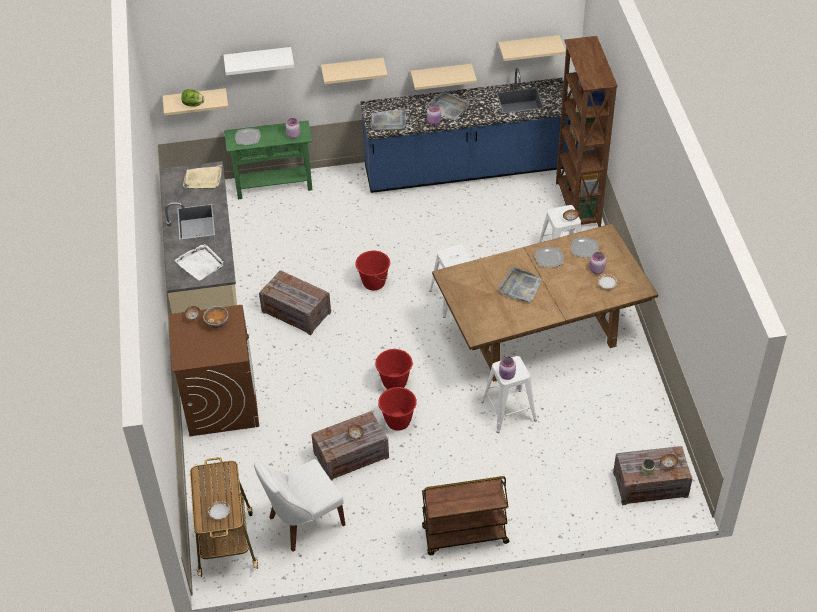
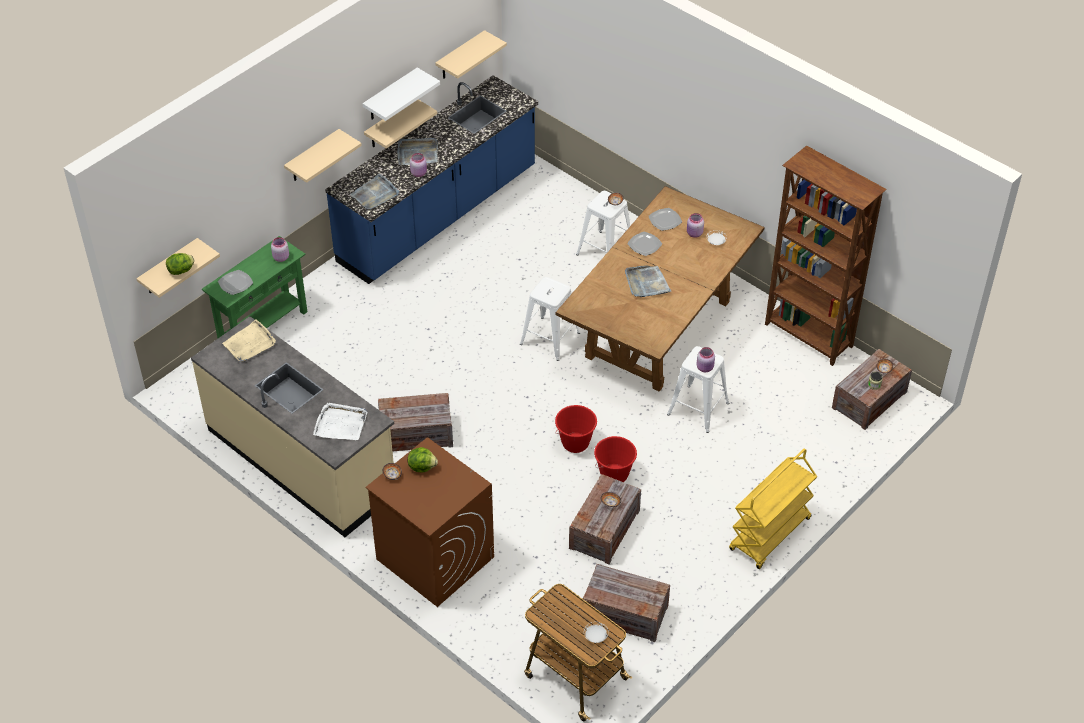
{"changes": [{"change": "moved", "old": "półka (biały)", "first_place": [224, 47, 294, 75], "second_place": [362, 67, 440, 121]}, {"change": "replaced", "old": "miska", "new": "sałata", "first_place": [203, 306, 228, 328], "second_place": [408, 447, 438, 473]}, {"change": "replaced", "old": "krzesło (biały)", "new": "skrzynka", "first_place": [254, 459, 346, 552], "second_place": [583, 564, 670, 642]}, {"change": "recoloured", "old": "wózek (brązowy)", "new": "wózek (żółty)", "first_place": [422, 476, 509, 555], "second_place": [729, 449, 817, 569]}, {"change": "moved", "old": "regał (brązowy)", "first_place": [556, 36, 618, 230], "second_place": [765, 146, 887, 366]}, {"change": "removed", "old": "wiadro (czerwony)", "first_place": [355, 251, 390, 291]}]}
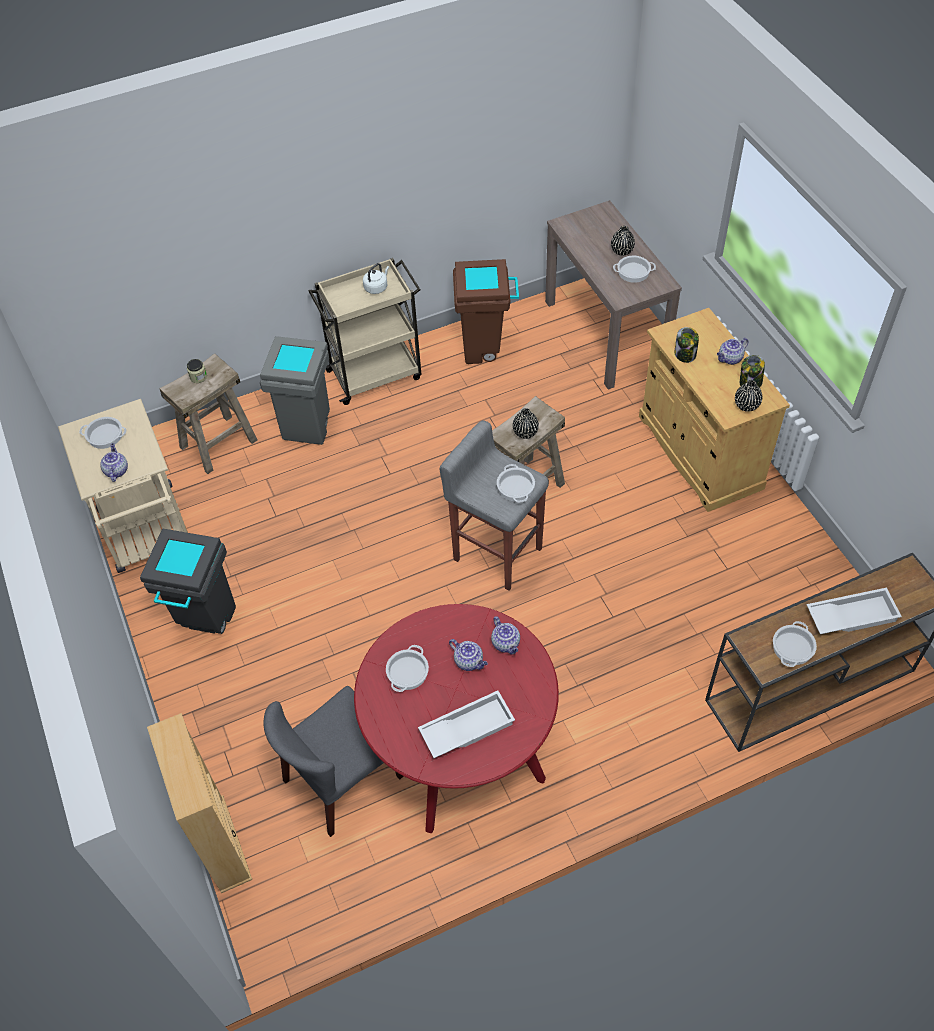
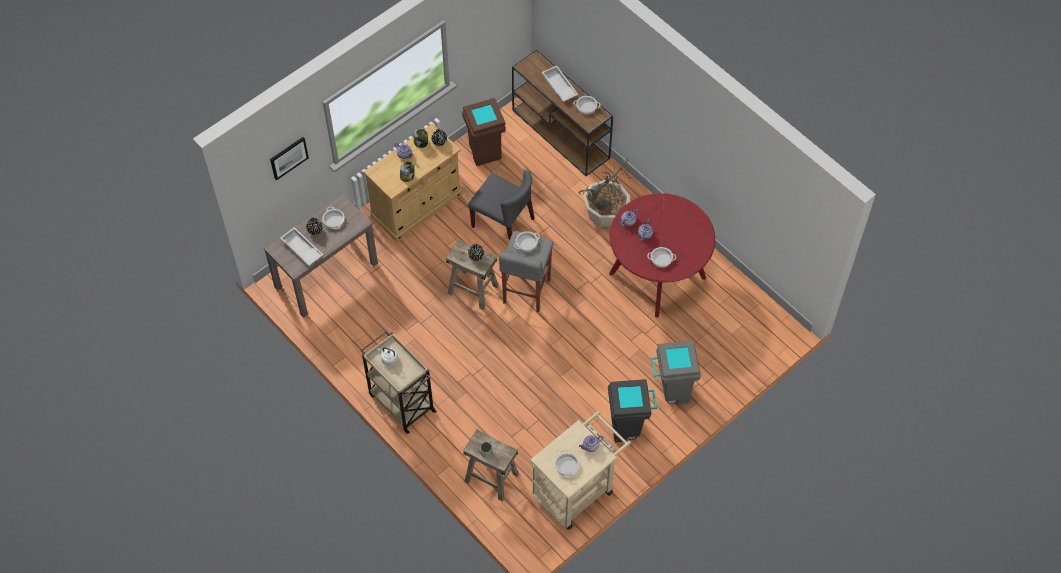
{"changes": [{"change": "added", "new": "obraz", "second_place": [270, 137, 309, 180]}, {"change": "moved", "old": "taca (biały)", "first_place": [418, 690, 515, 758], "second_place": [280, 227, 323, 266]}, {"change": "moved", "old": "kosz na śmieci (brązowy)", "first_place": [453, 259, 519, 364], "second_place": [462, 98, 505, 166]}, {"change": "moved", "old": "krzesło (szary)", "first_place": [264, 686, 403, 837], "second_place": [468, 170, 535, 241]}, {"change": "added", "new": "roślina doniczkowa", "second_place": [578, 157, 633, 227]}, {"change": "moved", "old": "kosz na śmieci (szary)", "first_place": [260, 336, 330, 445], "second_place": [651, 340, 701, 404]}, {"change": "removed", "old": "regał (beżowy)", "first_place": [147, 713, 252, 893]}]}
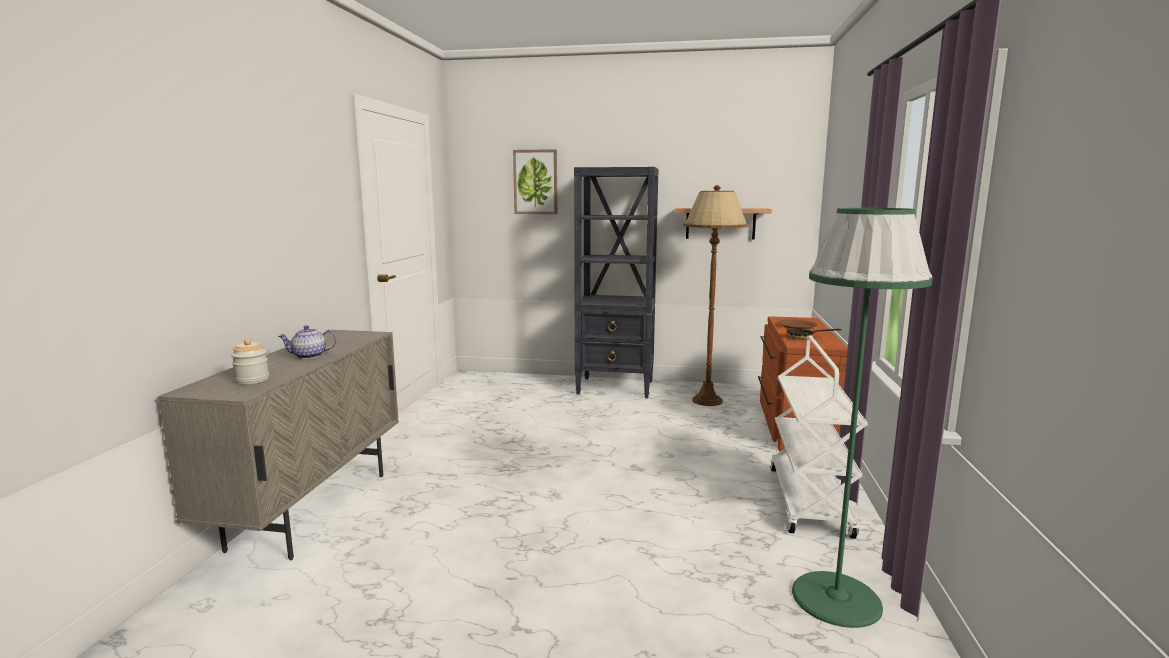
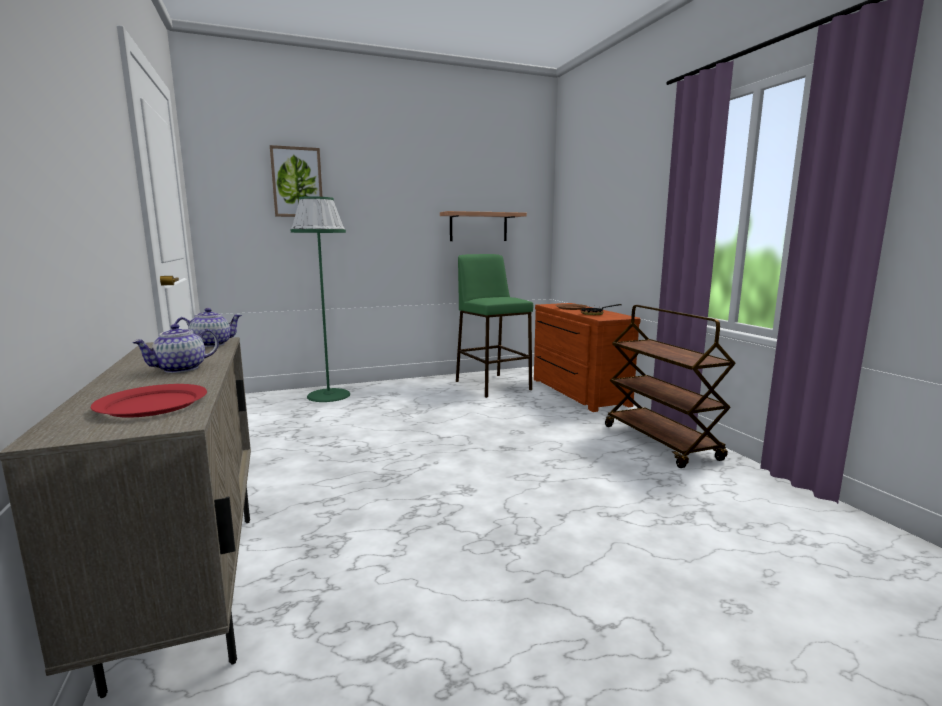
{"changes": [{"change": "replaced", "old": "słoik", "new": "talerz (czerwony)", "first_place": [231, 339, 269, 384], "second_place": [91, 384, 207, 418]}, {"change": "added", "new": "imbryk", "second_place": [174, 308, 242, 347]}, {"change": "moved", "old": "lampa stojąca (zielony)", "first_place": [792, 208, 933, 628], "second_place": [291, 196, 350, 402]}, {"change": "replaced", "old": "lampa stojąca (brązowy)", "new": "stołek (zielony)", "first_place": [684, 185, 748, 406], "second_place": [456, 254, 533, 398]}, {"change": "recoloured", "old": "wózek (biały)", "new": "wózek (brązowy)", "first_place": [770, 336, 868, 539], "second_place": [605, 305, 736, 468]}, {"change": "removed", "old": "regał (czarny)", "first_place": [574, 167, 659, 398]}]}
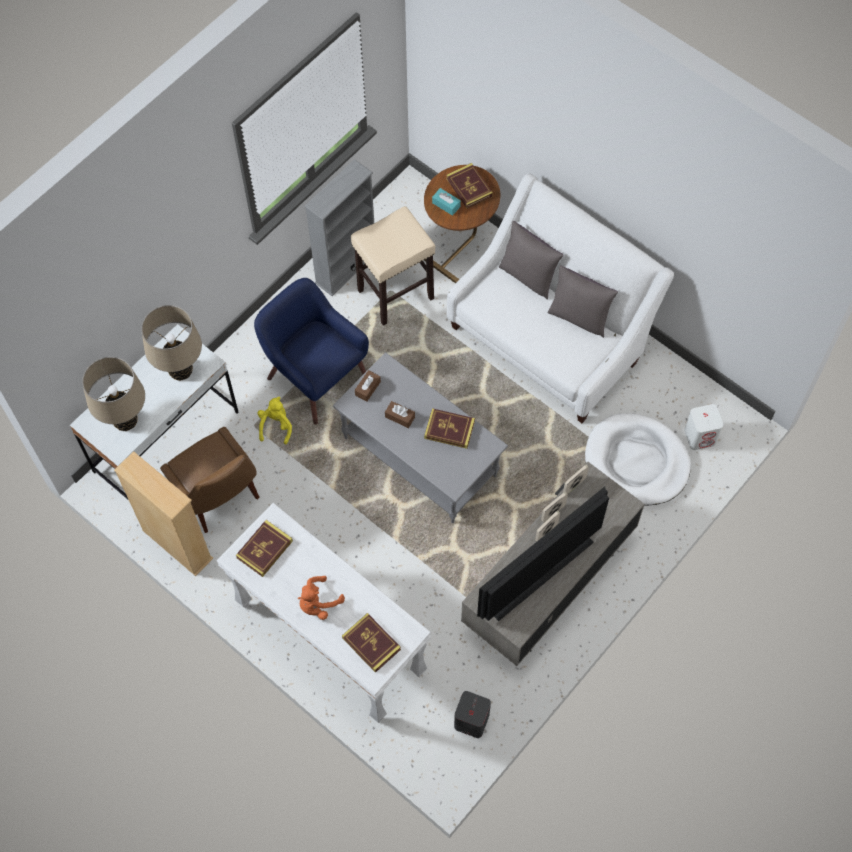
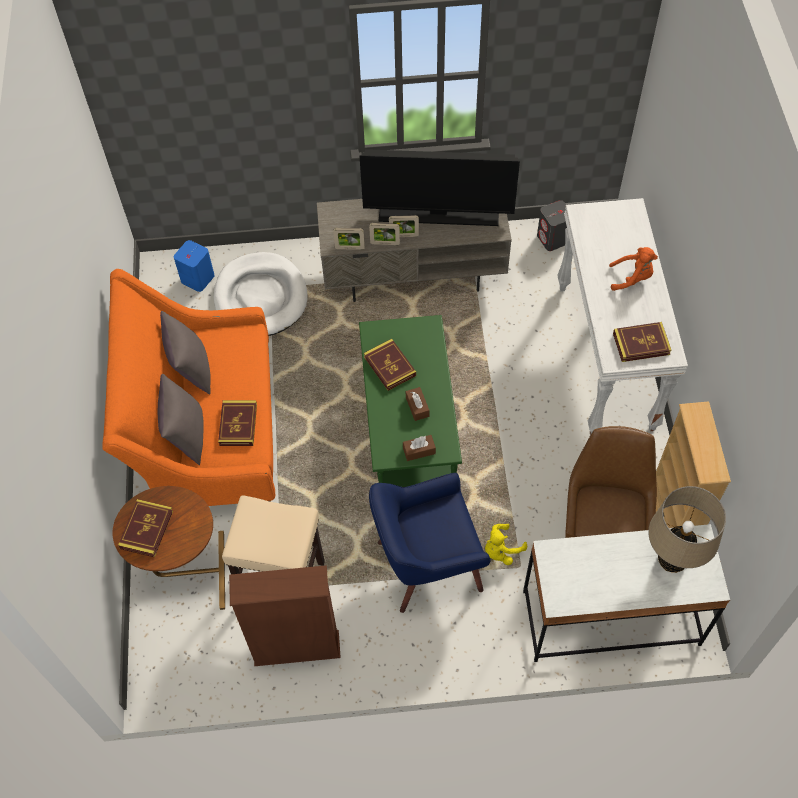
{"changes": [{"change": "recoloured", "old": "kanapa (biały)", "new": "kanapa (pomarańczowy)", "first_place": [447, 174, 674, 423], "second_place": [102, 269, 275, 506]}, {"change": "recoloured", "old": "głośnik (biały)", "new": "głośnik (niebieski)", "first_place": [684, 404, 723, 450], "second_place": [174, 240, 215, 292]}, {"change": "moved", "old": "książka", "first_place": [342, 613, 401, 673], "second_place": [218, 400, 257, 446]}, {"change": "recoloured", "old": "regał (szary)", "new": "regał (brązowy)", "first_place": [304, 159, 374, 296], "second_place": [229, 565, 341, 666]}, {"change": "recoloured", "old": "ława (szary)", "new": "ława (zielony)", "first_place": [333, 352, 508, 523], "second_place": [359, 315, 462, 487]}, {"change": "turned", "old": "fotel (niebieski)", "first_place": [254, 278, 369, 425], "second_place": [369, 473, 491, 613], "degrees": 75}, {"change": "removed", "old": "lampa stołowa (beżowy)", "first_place": [141, 305, 202, 381]}, {"change": "removed", "old": "pudełko chusteczek (turkusowy)", "first_place": [432, 188, 461, 216]}]}
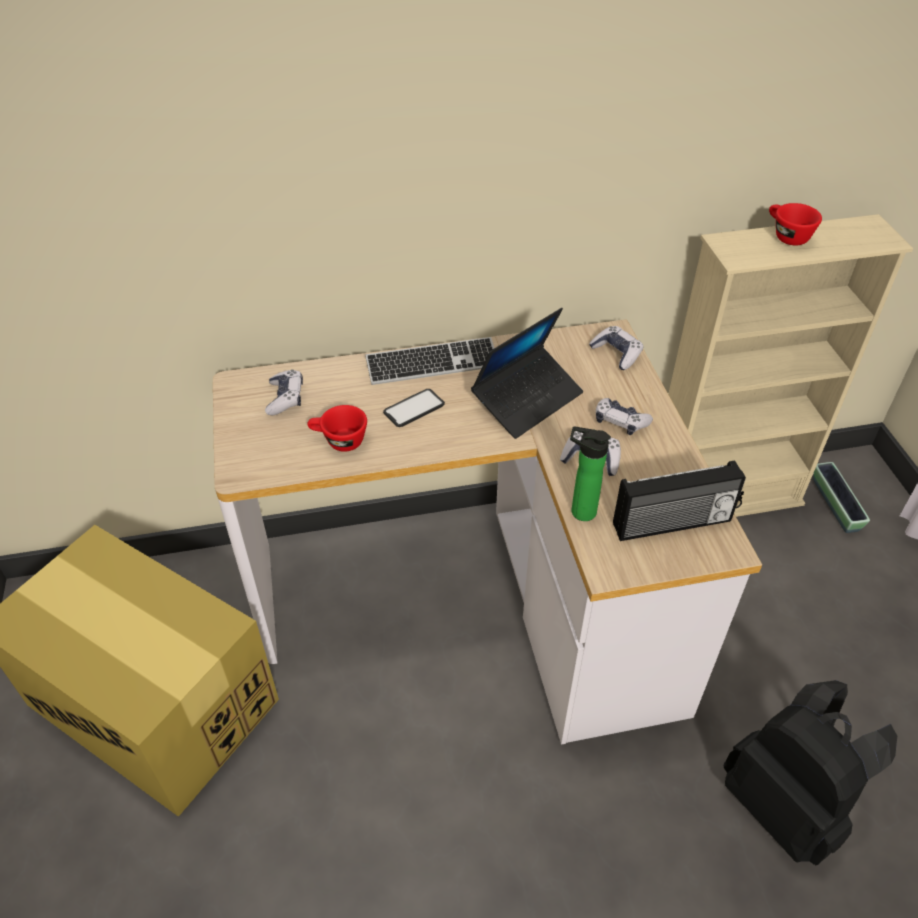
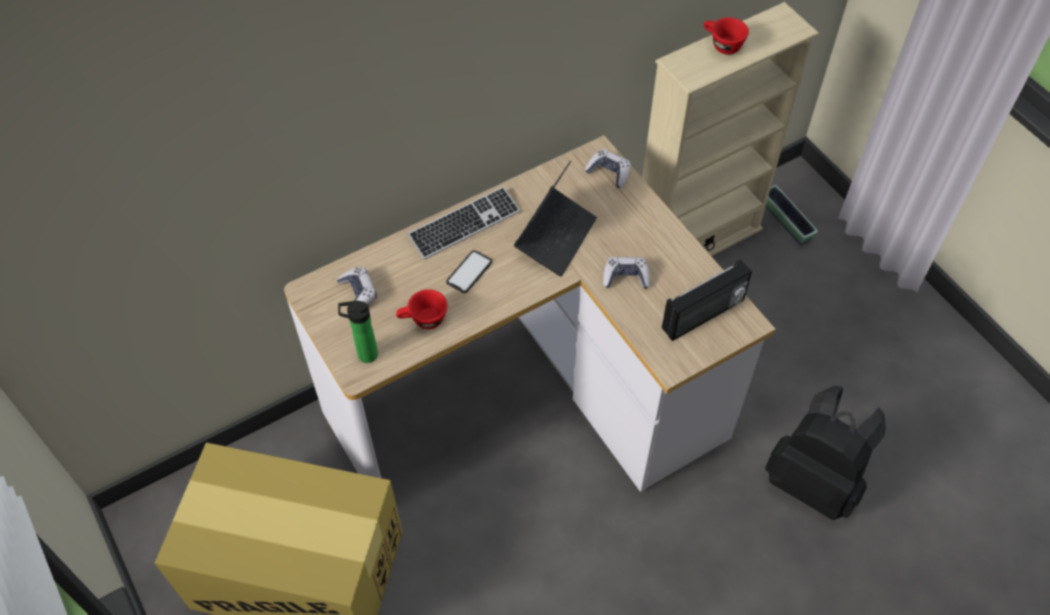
{"changes": [{"change": "moved", "old": "butelka", "first_place": [570, 426, 611, 521], "second_place": [338, 301, 378, 363]}, {"change": "removed", "old": "pad do gier", "first_place": [596, 398, 653, 435]}]}
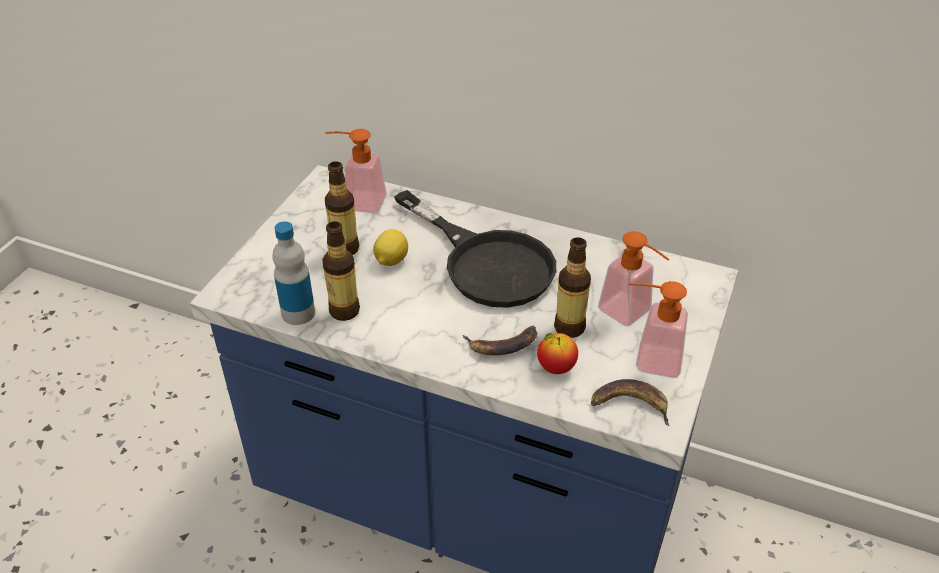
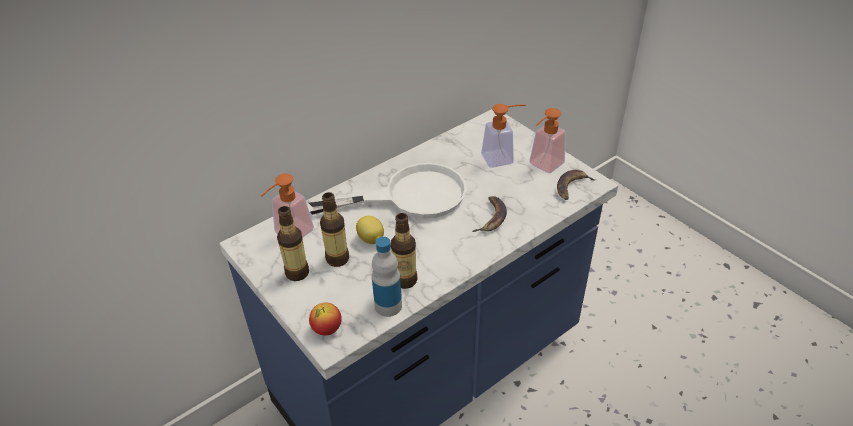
{"changes": [{"change": "moved", "old": "butelka", "first_place": [554, 237, 591, 338], "second_place": [277, 206, 309, 281]}, {"change": "recoloured", "old": "patelnia (czarny)", "new": "patelnia (biały)", "first_place": [394, 190, 556, 308], "second_place": [308, 163, 467, 219]}, {"change": "moved", "old": "jabłko", "first_place": [537, 333, 578, 374], "second_place": [309, 303, 342, 336]}]}
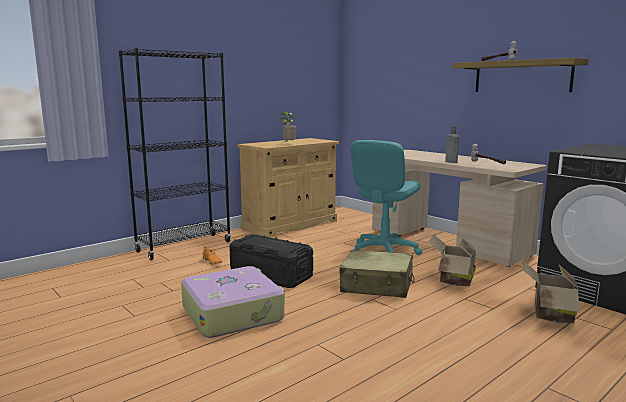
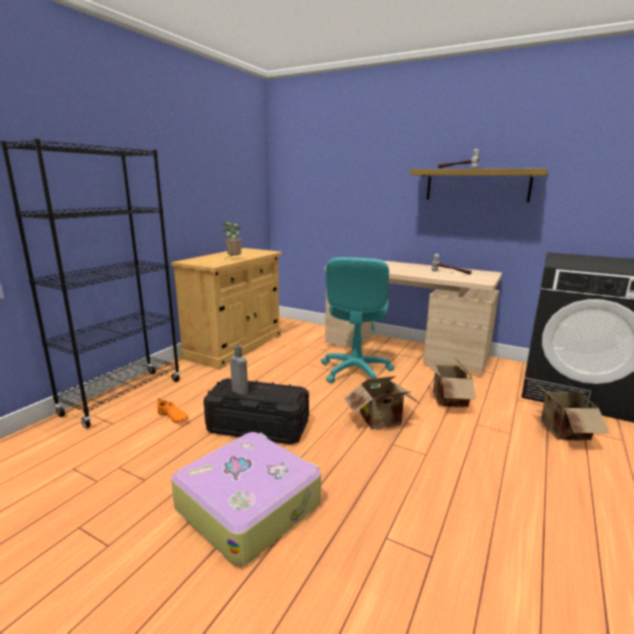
{"changes": [{"change": "moved", "old": "butelka (szary)", "first_place": [445, 126, 459, 163], "second_place": [230, 344, 248, 395]}, {"change": "replaced", "old": "walizka (beżowy)", "new": "karton", "first_place": [339, 250, 415, 298], "second_place": [344, 376, 420, 429]}]}
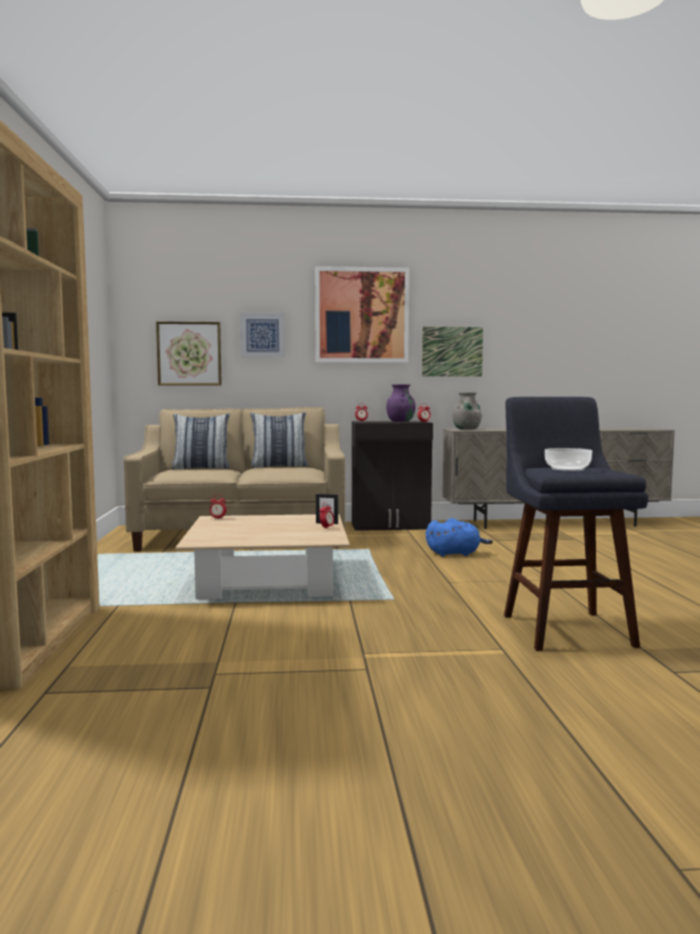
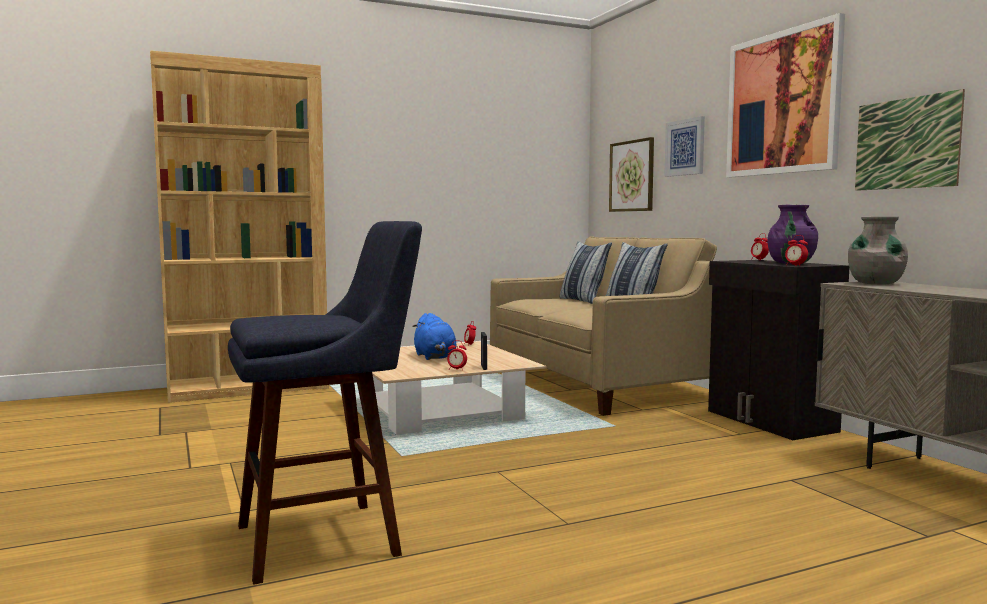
{"changes": [{"change": "moved", "old": "pluszak (niebieski)", "first_place": [426, 518, 493, 556], "second_place": [412, 313, 456, 360]}, {"change": "removed", "old": "miska", "first_place": [545, 448, 592, 471]}]}
